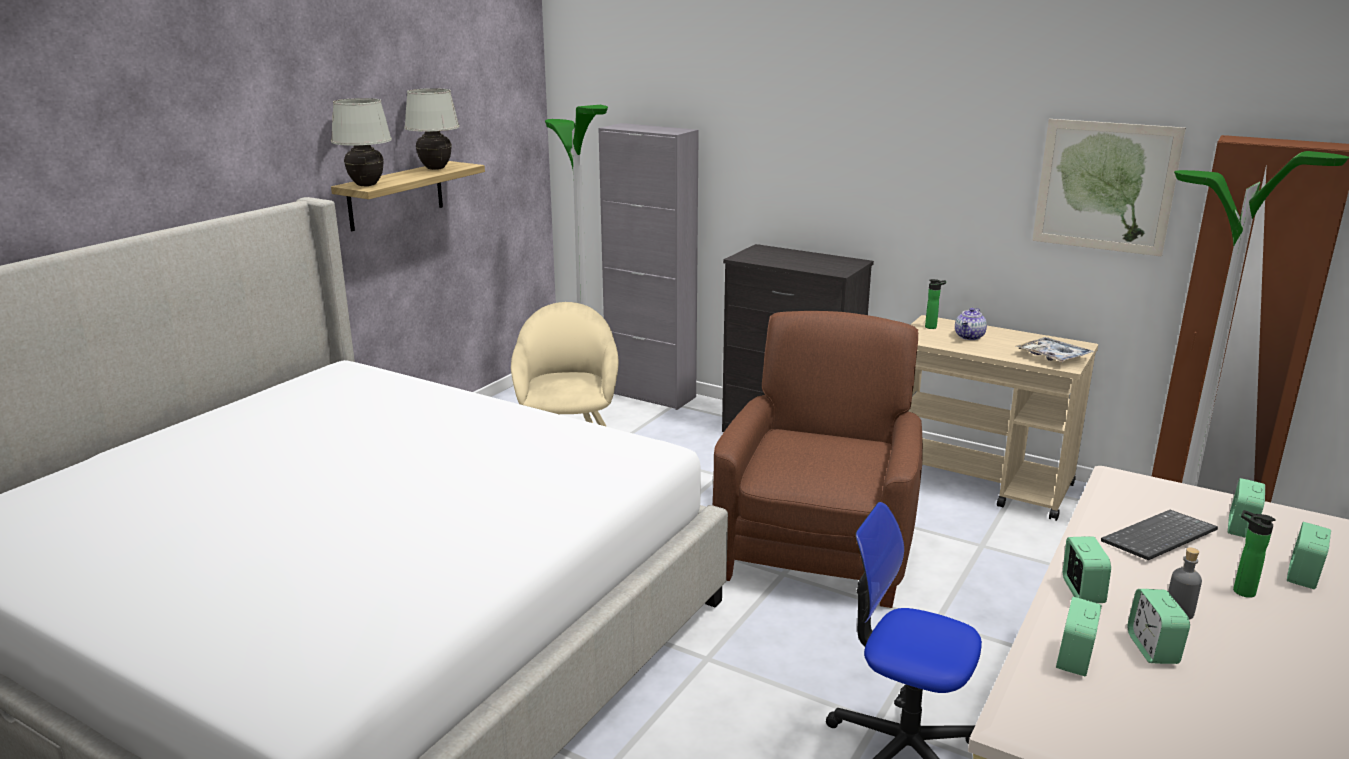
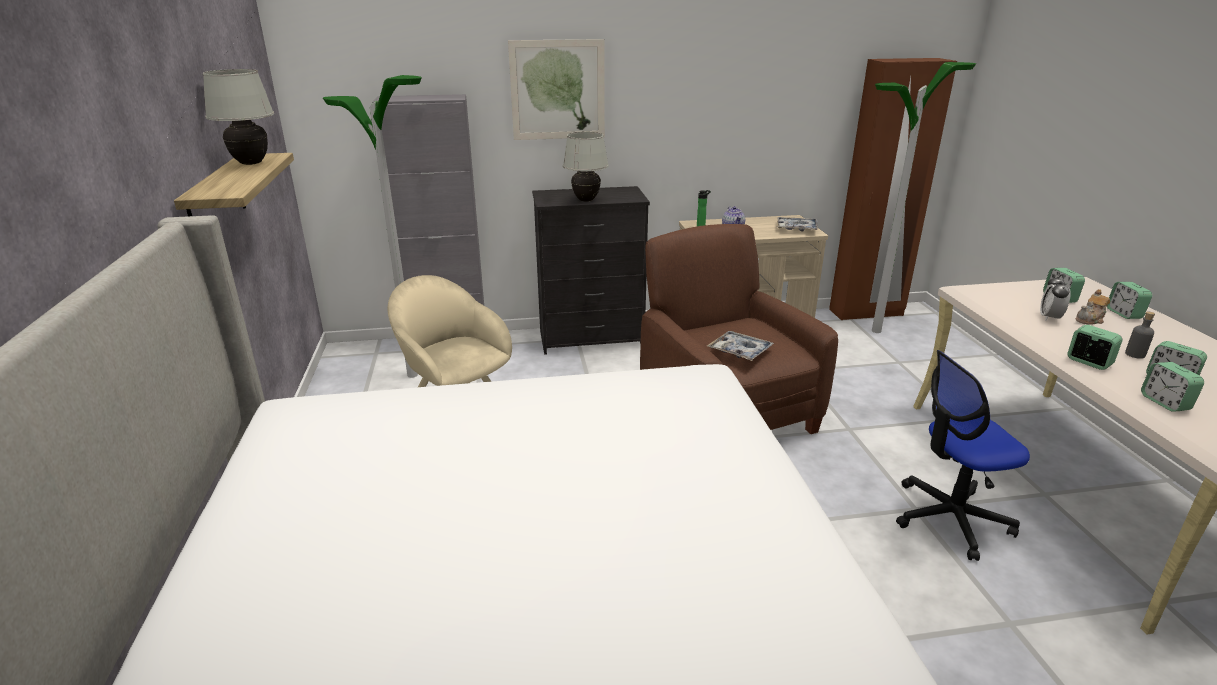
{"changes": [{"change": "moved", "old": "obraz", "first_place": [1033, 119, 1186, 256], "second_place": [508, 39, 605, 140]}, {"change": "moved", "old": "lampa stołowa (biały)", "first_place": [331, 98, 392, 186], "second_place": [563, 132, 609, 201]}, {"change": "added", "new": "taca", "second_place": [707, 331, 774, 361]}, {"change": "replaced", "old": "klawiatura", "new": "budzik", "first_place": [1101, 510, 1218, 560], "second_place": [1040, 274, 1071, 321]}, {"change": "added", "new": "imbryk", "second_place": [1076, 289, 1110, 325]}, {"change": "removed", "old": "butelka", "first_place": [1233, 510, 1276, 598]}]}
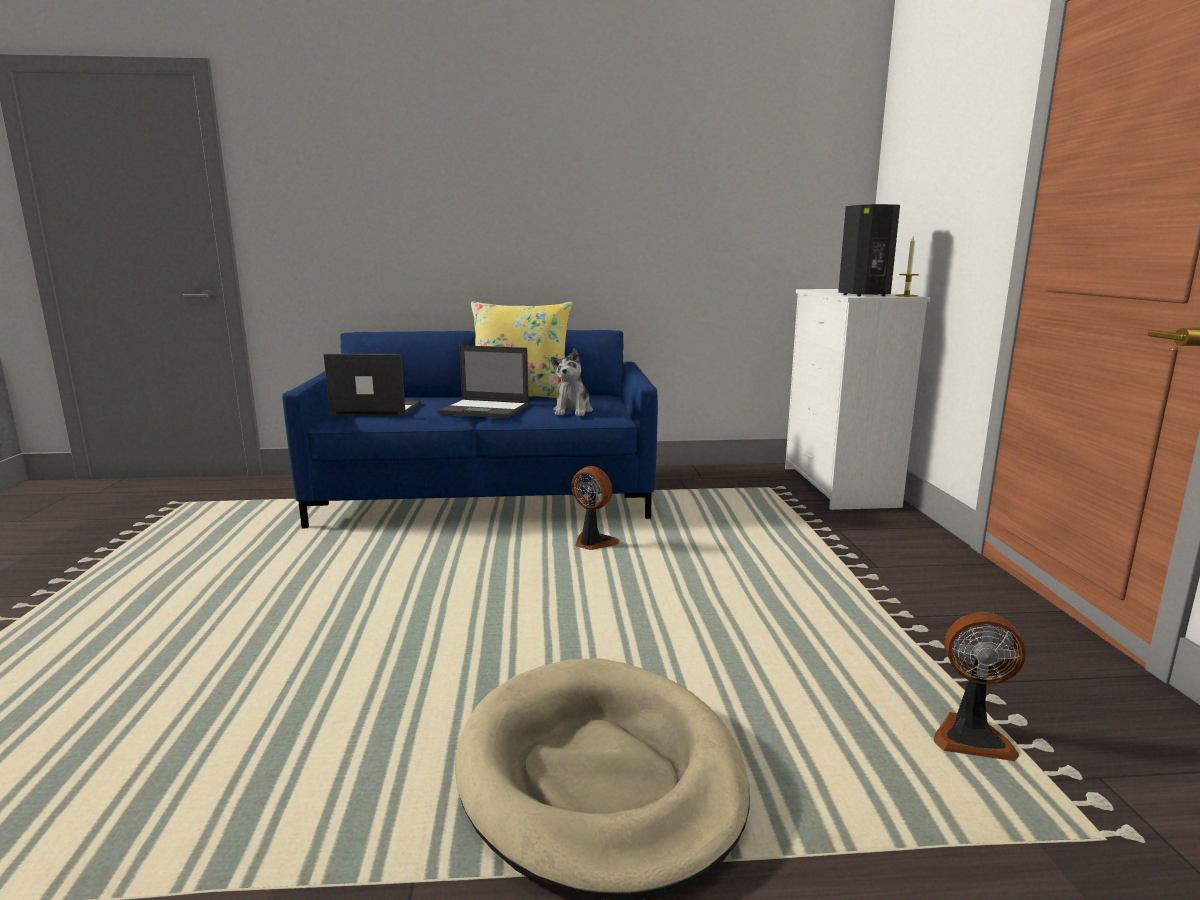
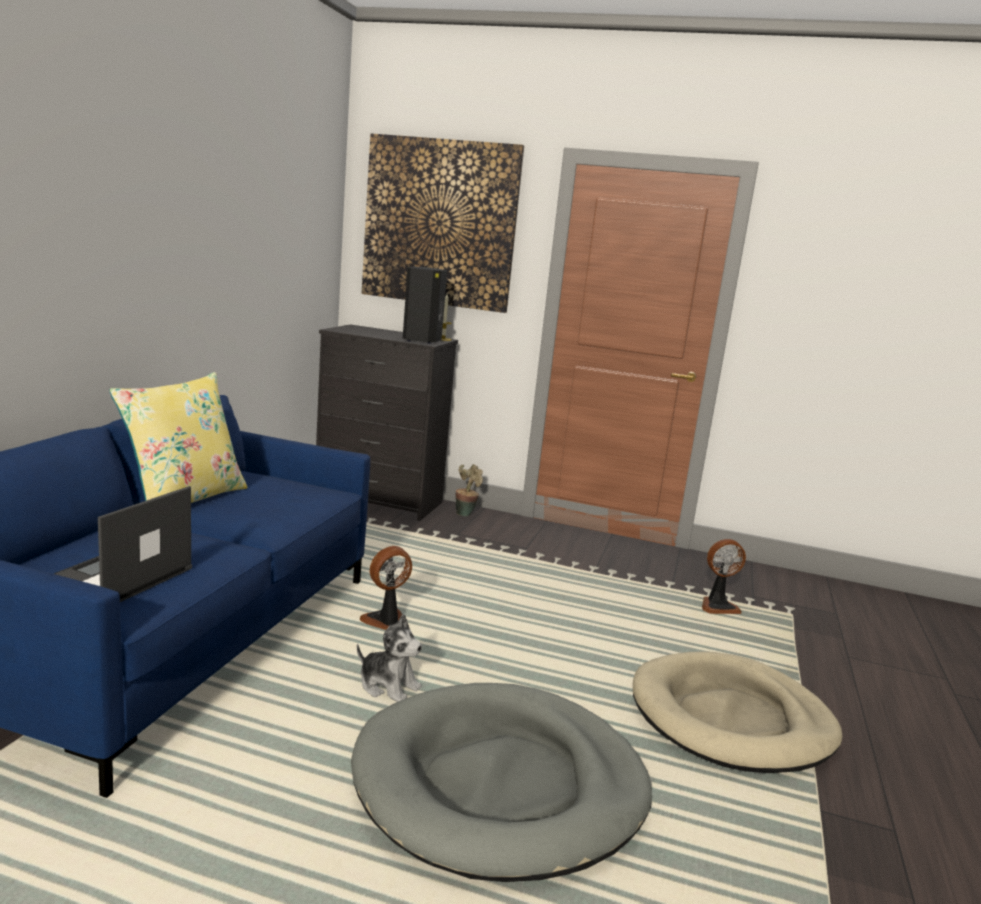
{"changes": [{"change": "recoloured", "old": "komoda (biały)", "new": "komoda (czarny)", "first_place": [785, 289, 930, 510], "second_place": [316, 324, 458, 521]}, {"change": "added", "new": "legowisko (szary)", "second_place": [351, 683, 652, 882]}, {"change": "moved", "old": "pluszak", "first_place": [551, 349, 593, 416], "second_place": [357, 614, 422, 702]}, {"change": "added", "new": "obraz", "second_place": [361, 134, 524, 313]}, {"change": "added", "new": "roślina doniczkowa", "second_place": [456, 464, 483, 516]}, {"change": "turned", "old": "wentylator", "first_place": [934, 612, 1026, 761], "second_place": [702, 539, 746, 614], "degrees": 45}, {"change": "removed", "old": "laptop", "first_place": [437, 345, 529, 418]}]}
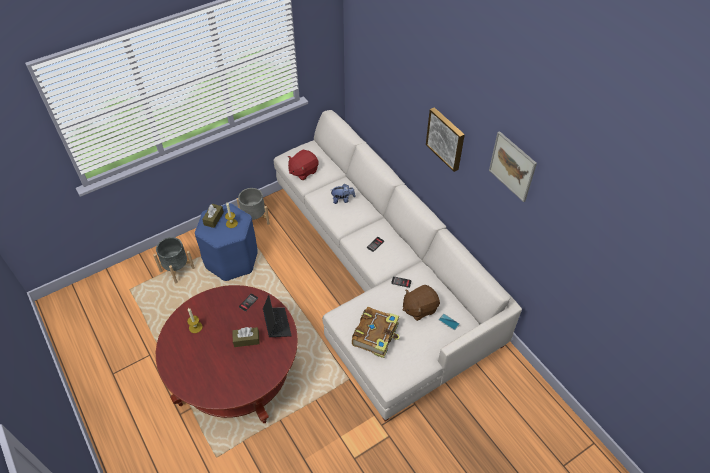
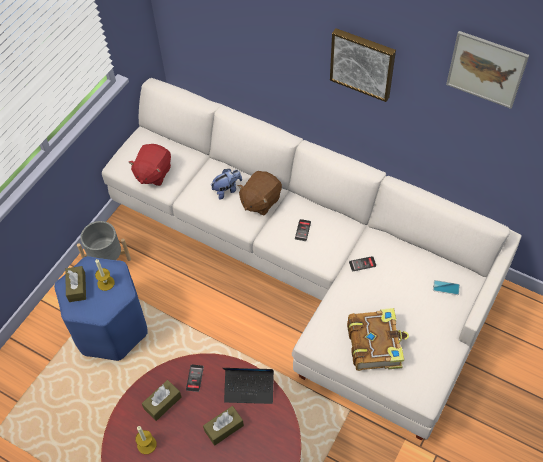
{"changes": [{"change": "added", "new": "pudełko chusteczek (brązowy)", "second_place": [142, 380, 182, 421]}, {"change": "turned", "old": "laptop", "first_place": [263, 295, 292, 337], "second_place": [223, 368, 274, 404], "degrees": 135}, {"change": "moved", "old": "pluszak (brązowy)", "first_place": [403, 285, 440, 321], "second_place": [238, 171, 282, 215]}, {"change": "removed", "old": "donica (szary)", "first_place": [153, 237, 195, 283]}]}
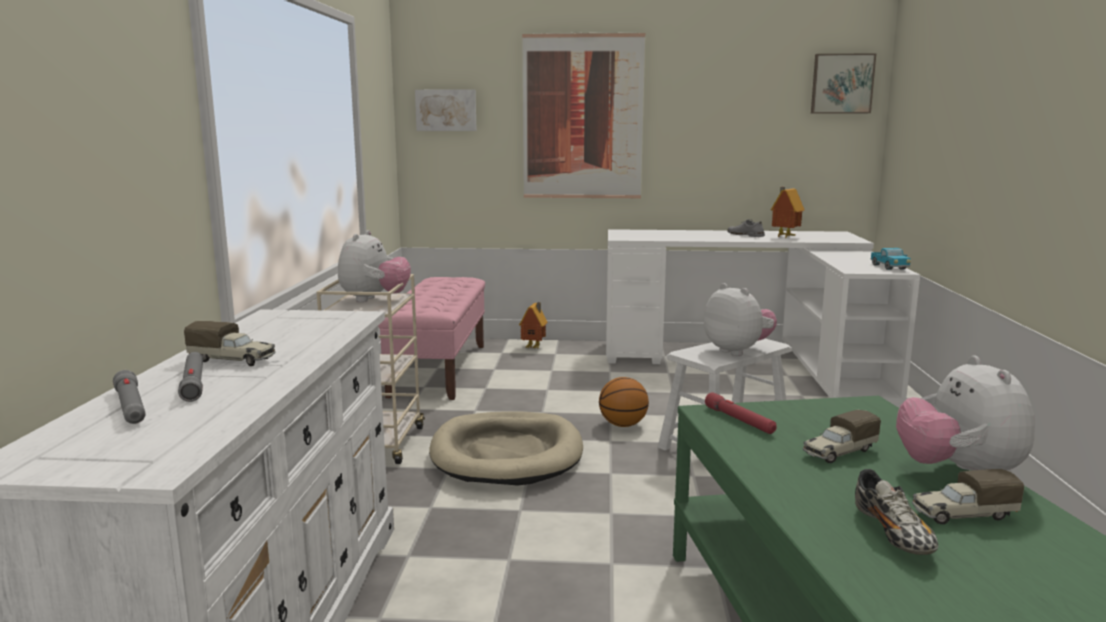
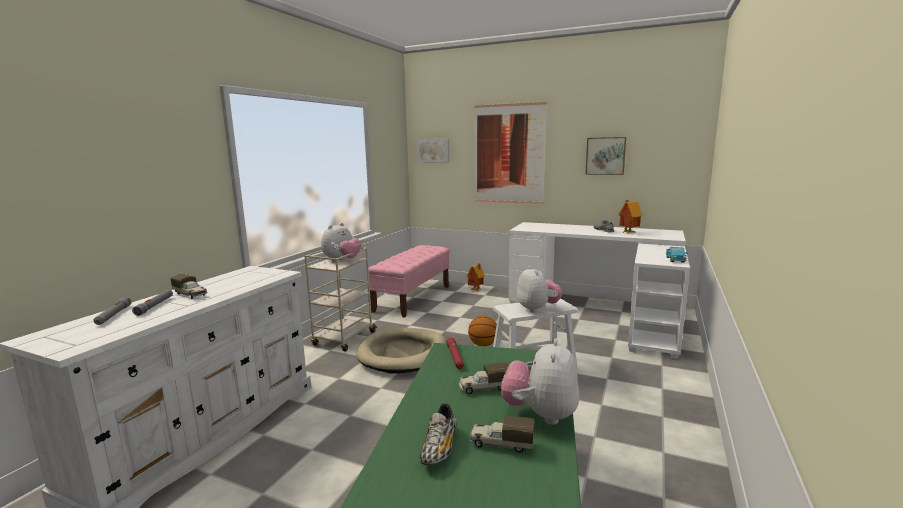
{"changes": [{"change": "moved", "old": "obraz", "first_place": [811, 53, 876, 113], "second_place": [585, 137, 626, 175]}]}
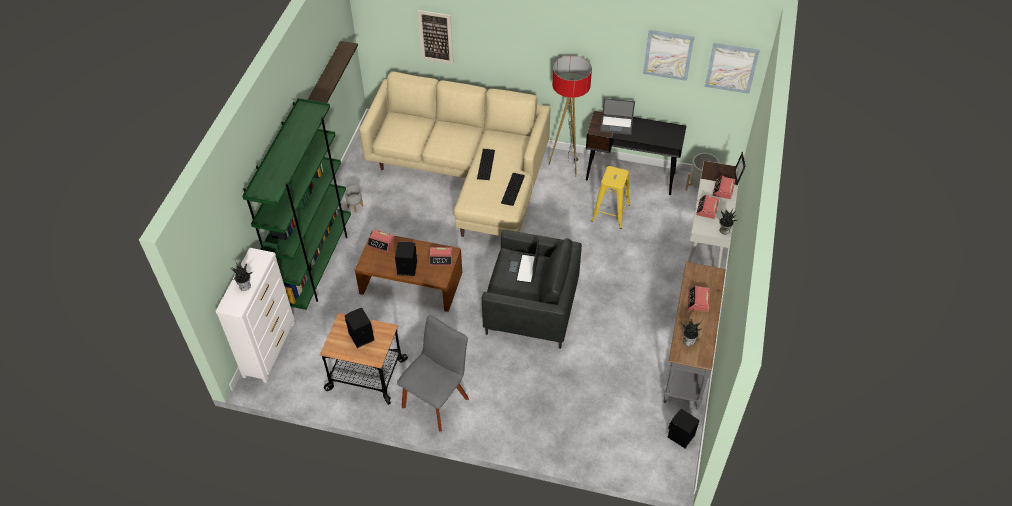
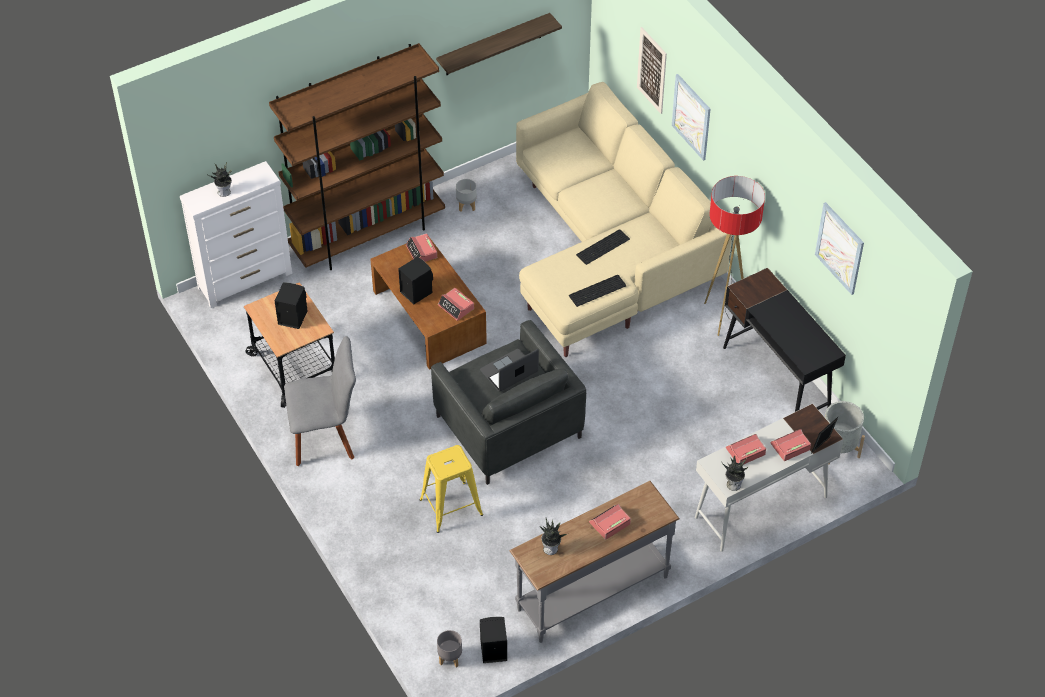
{"changes": [{"change": "recoloured", "old": "regał (zielony)", "new": "regał (brązowy)", "first_place": [242, 98, 351, 310], "second_place": [269, 43, 445, 270]}, {"change": "moved", "old": "stołek (żółty)", "first_place": [592, 166, 630, 229], "second_place": [420, 445, 483, 533]}, {"change": "added", "new": "donica (szary)", "second_place": [437, 630, 462, 667]}, {"change": "moved", "old": "obraz", "first_place": [705, 43, 760, 94], "second_place": [672, 74, 711, 161]}, {"change": "removed", "old": "laptop", "first_place": [600, 98, 635, 135]}]}
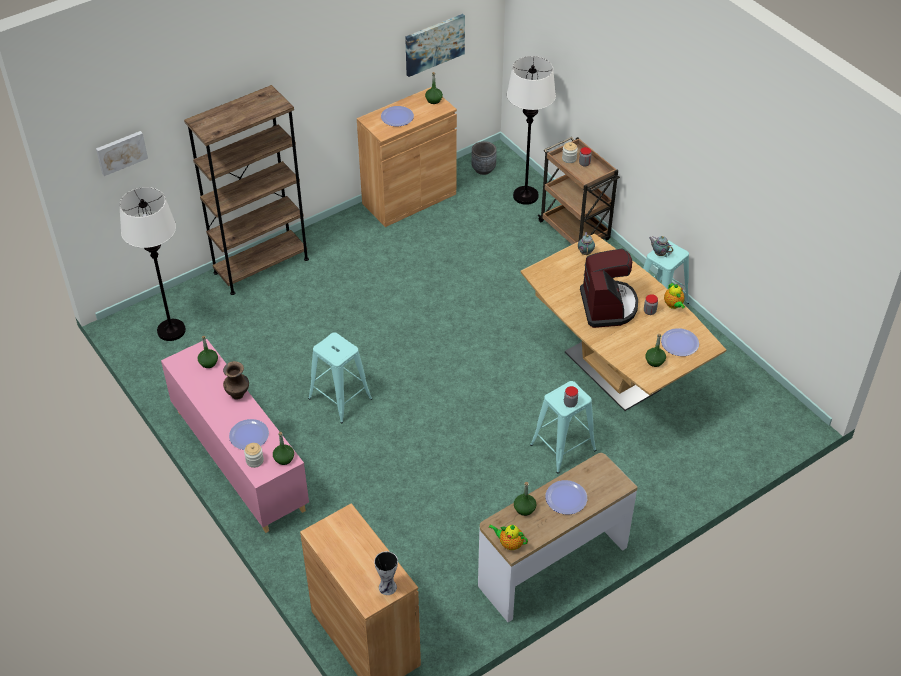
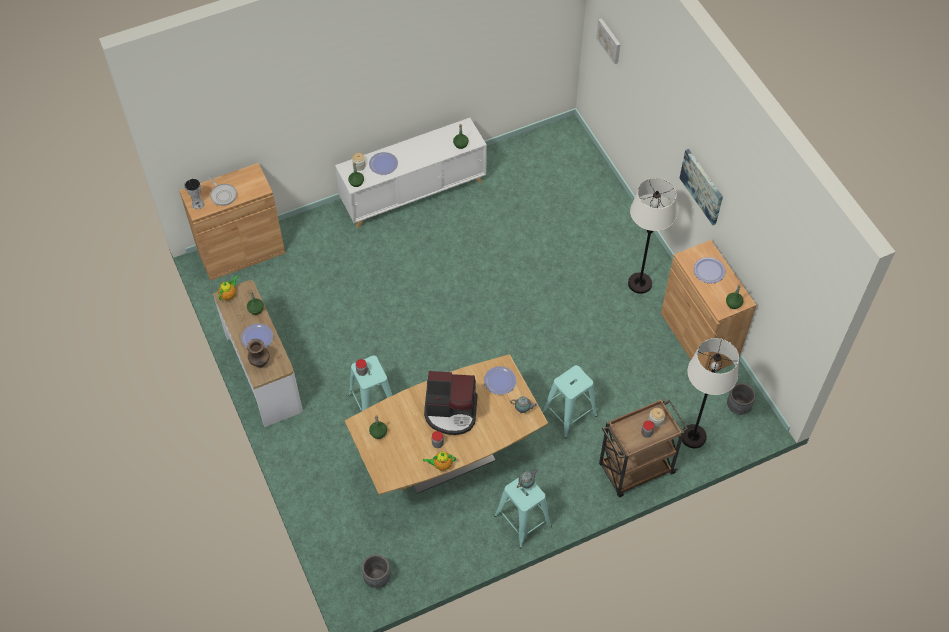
{"changes": [{"change": "added", "new": "patelnia", "second_place": [208, 176, 237, 206]}, {"change": "moved", "old": "wazon (brązowy)", "first_place": [223, 361, 249, 400], "second_place": [247, 339, 270, 368]}, {"change": "recoloured", "old": "szafka (różowy)", "new": "szafka (biały)", "first_place": [161, 339, 309, 533], "second_place": [335, 118, 487, 228]}, {"change": "added", "new": "donica (szary)", "second_place": [362, 554, 391, 588]}, {"change": "moved", "old": "talerz", "first_place": [661, 328, 699, 356], "second_place": [484, 366, 517, 395]}, {"change": "moved", "old": "stołek (turkusowy)", "first_place": [308, 332, 372, 423], "second_place": [542, 365, 598, 438]}, {"change": "moved", "old": "lampa stojąca (biały)", "first_place": [119, 187, 186, 341], "second_place": [628, 178, 677, 294]}, {"change": "moved", "old": "obraz", "first_place": [405, 14, 465, 77], "second_place": [680, 149, 723, 225]}, {"change": "removed", "old": "regał (brązowy)", "first_place": [184, 85, 309, 295]}]}
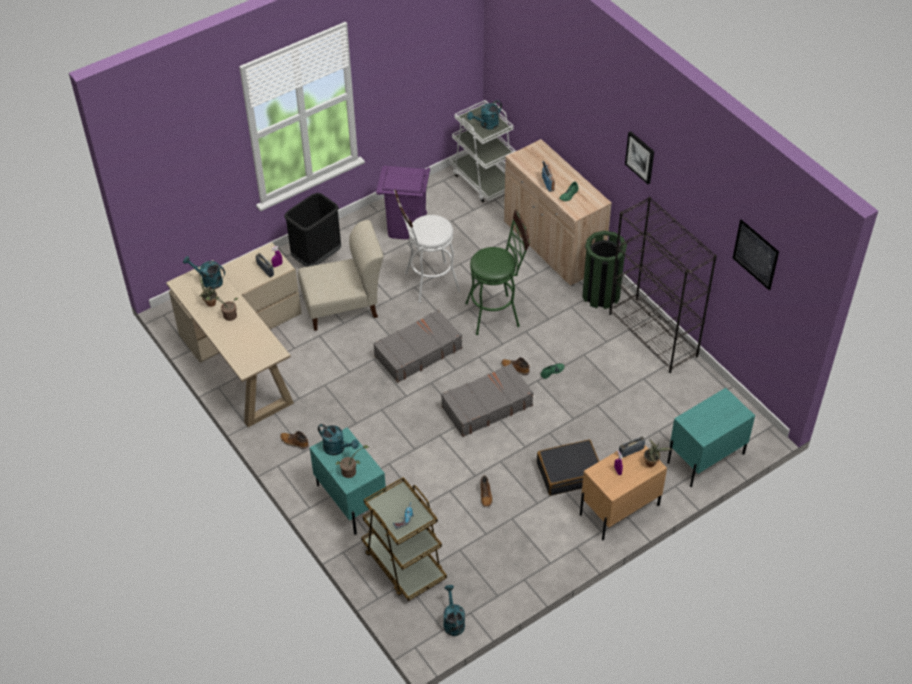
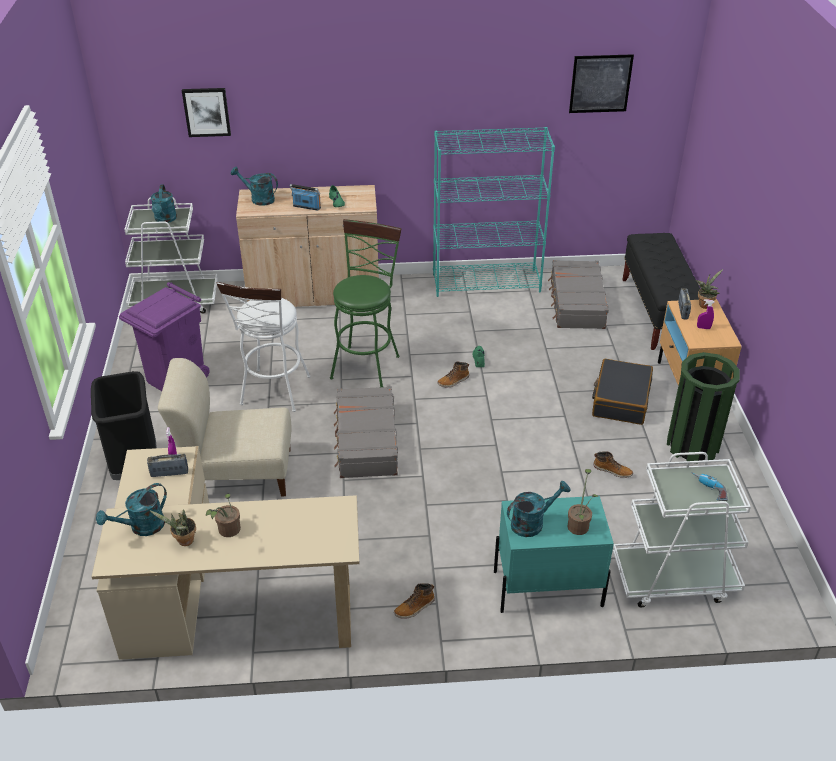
{"changes": [{"change": "turned", "old": "krzesło (beżowy)", "first_place": [298, 220, 384, 331], "second_place": [158, 358, 292, 497], "degrees": -105}, {"change": "moved", "old": "obraz", "first_place": [625, 131, 654, 184], "second_place": [182, 88, 231, 137]}, {"change": "moved", "old": "konewka (turkusowy)", "first_place": [443, 585, 465, 636], "second_place": [231, 166, 278, 206]}, {"change": "recoloured", "old": "regał (czarny)", "new": "regał (turkusowy)", "first_place": [609, 197, 717, 373], "second_place": [433, 127, 555, 297]}, {"change": "moved", "old": "walizka (szary)", "first_place": [441, 363, 534, 437], "second_place": [548, 260, 609, 329]}, {"change": "recoloured", "old": "wózek (brązowy)", "new": "wózek (biały)", "first_place": [361, 477, 447, 601], "second_place": [613, 452, 751, 608]}, {"change": "replaced", "old": "szafka nocna (turkusowy)", "new": "ławka (czarny)", "first_place": [667, 388, 755, 487], "second_place": [622, 233, 700, 350]}, {"change": "moved", "old": "kosz na śmieci (zielony)", "first_place": [582, 231, 627, 309], "second_place": [667, 352, 740, 464]}]}
